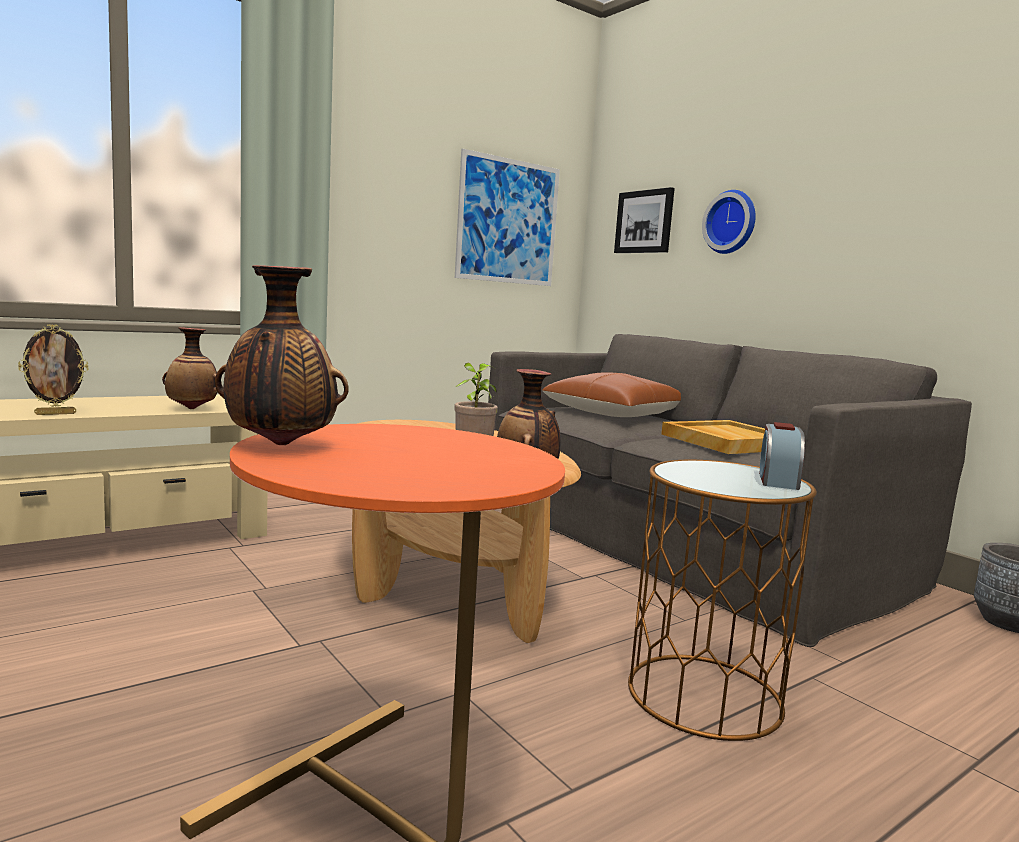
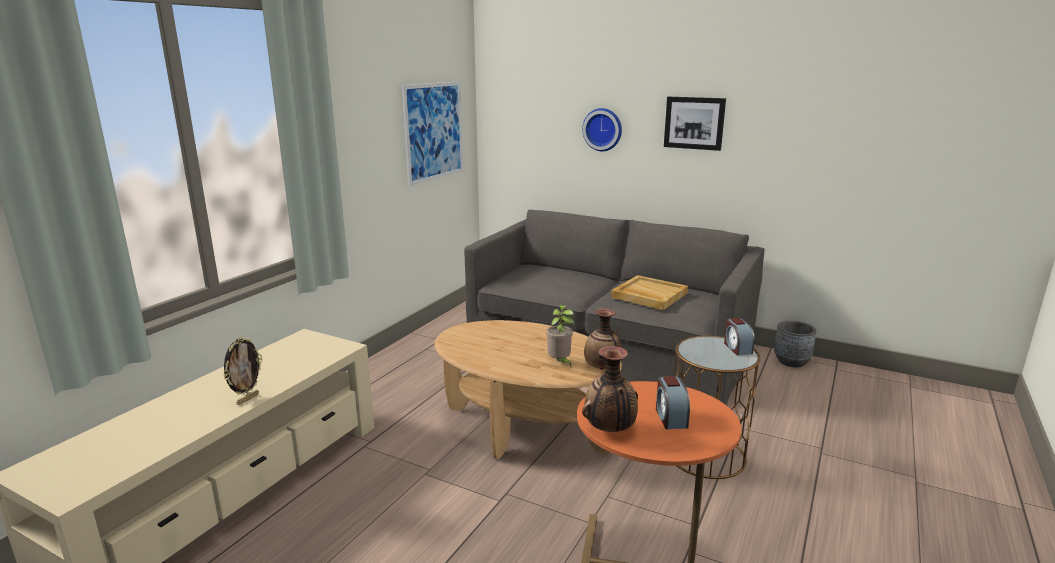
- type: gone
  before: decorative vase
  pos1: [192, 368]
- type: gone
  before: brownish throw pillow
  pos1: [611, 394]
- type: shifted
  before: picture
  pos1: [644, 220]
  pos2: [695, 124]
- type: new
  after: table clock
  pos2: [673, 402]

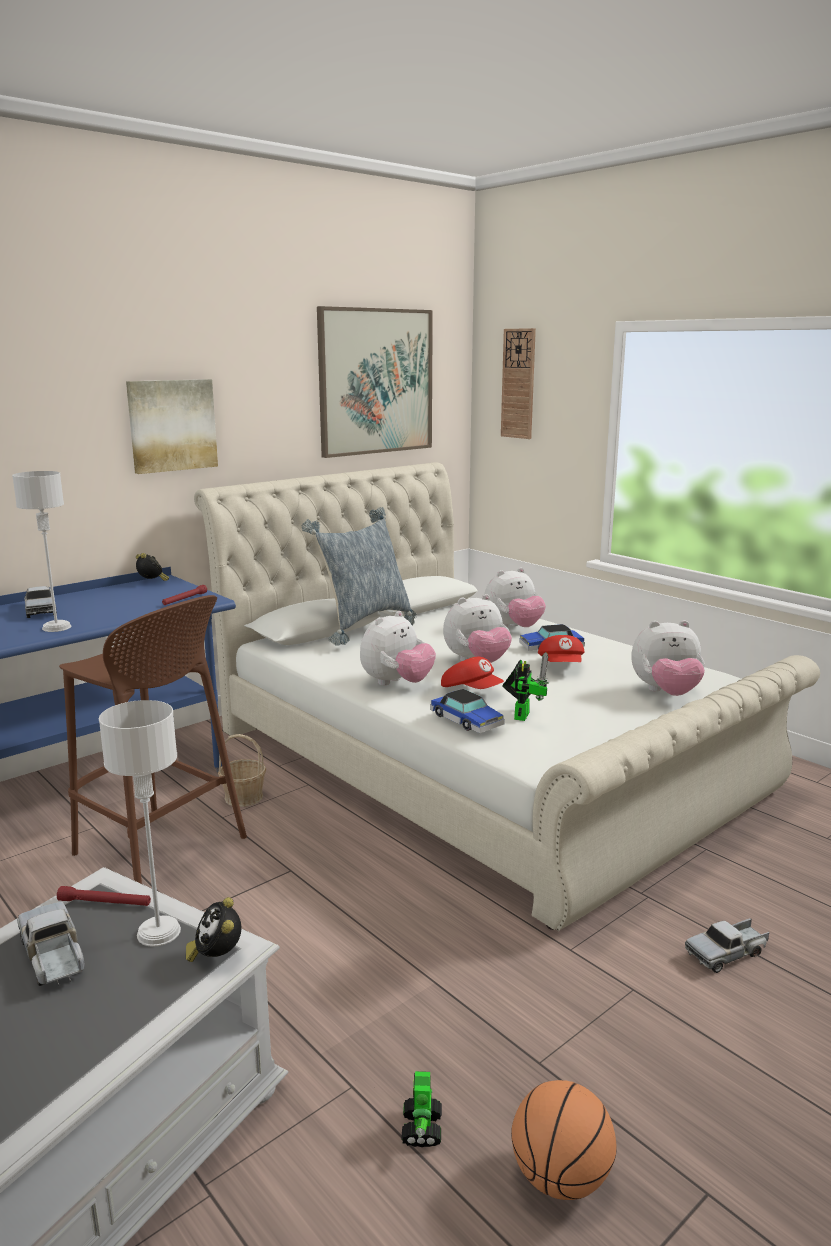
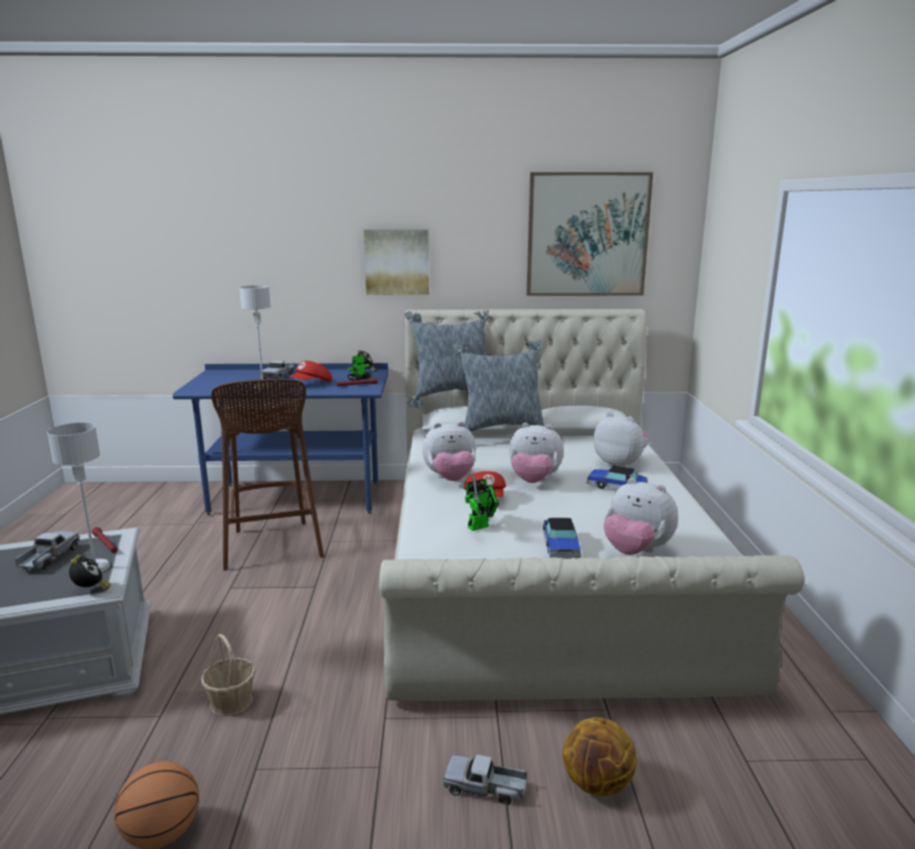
- type: rotated
  before: table clock
  pos1: [213, 929]
  pos2: [90, 572]
  turn: 135
- type: shifted
  before: household basket
  pos1: [242, 770]
  pos2: [228, 675]
- type: shifted
  before: model robot
  pos1: [421, 1109]
  pos2: [358, 368]
- type: shifted
  before: toy car
  pos1: [467, 711]
  pos2: [562, 538]
- type: rotated
  before: soft toy
  pos1: [515, 597]
  pos2: [621, 440]
  turn: -150
- type: gone
  before: clock on the wall
  pos1: [518, 383]
- type: shifted
  before: reddish peaked cap
  pos1: [561, 648]
  pos2: [310, 371]
- type: new
  after: throw pillow
  pos2: [447, 359]
- type: new
  after: basketball
  pos2: [599, 756]

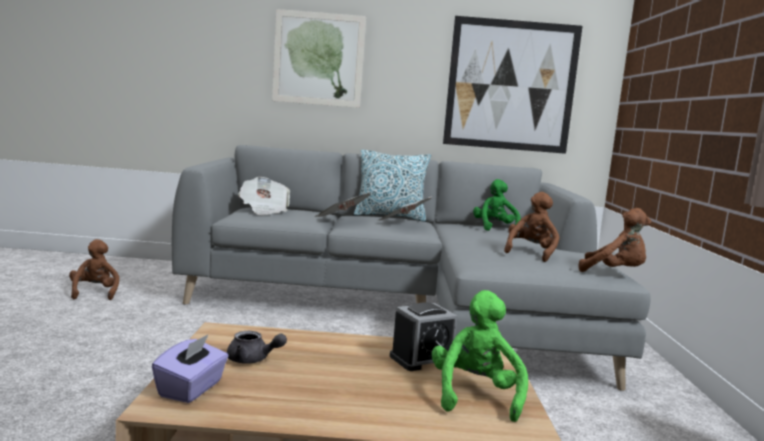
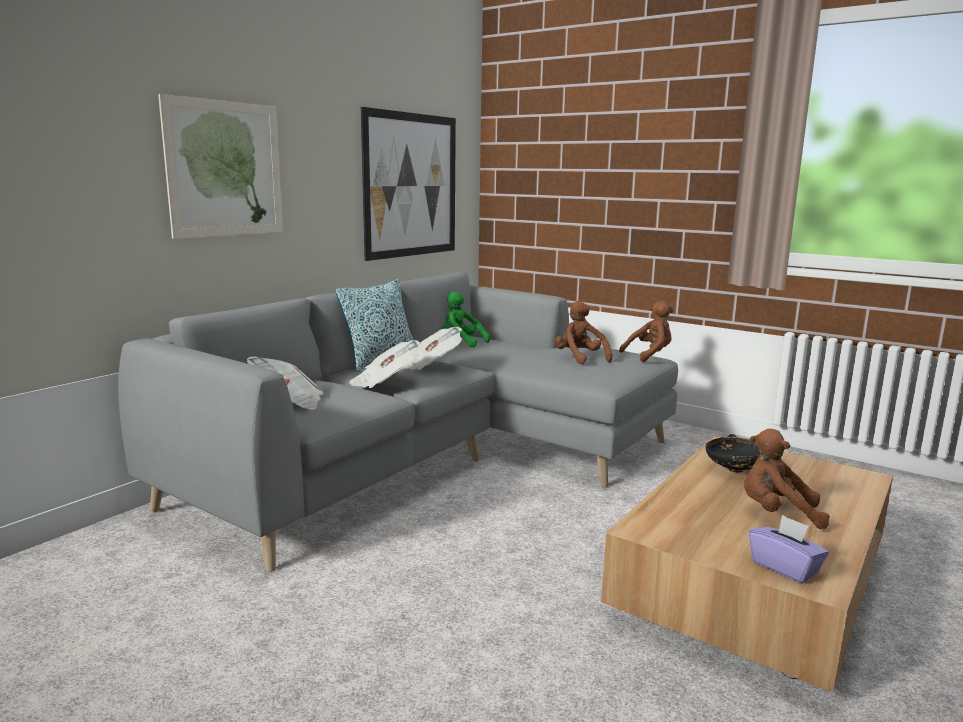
- type: shifted
  before: brownish soft toy
  pos1: [94, 269]
  pos2: [786, 479]
- type: gone
  before: grey teapot
  pos1: [257, 347]
- type: swapped
  before: table clock
  after: blackish serving bowl
  pos1: [424, 337]
  pos2: [733, 453]
- type: gone
  before: green-coloured soft toy
  pos1: [480, 356]

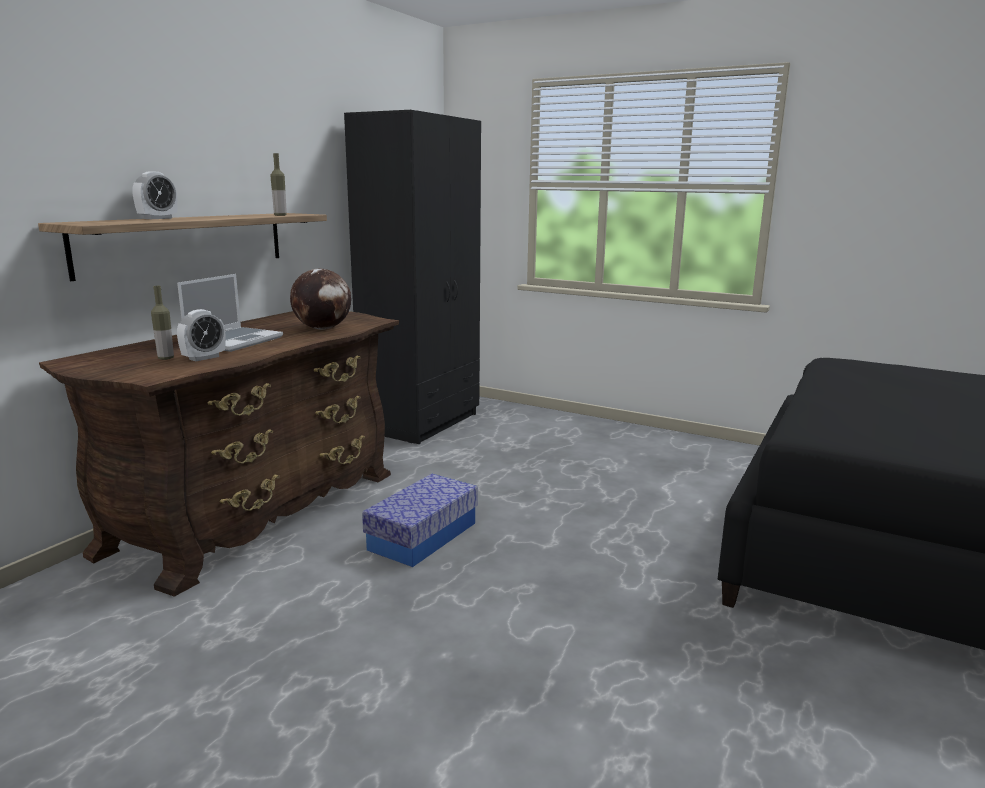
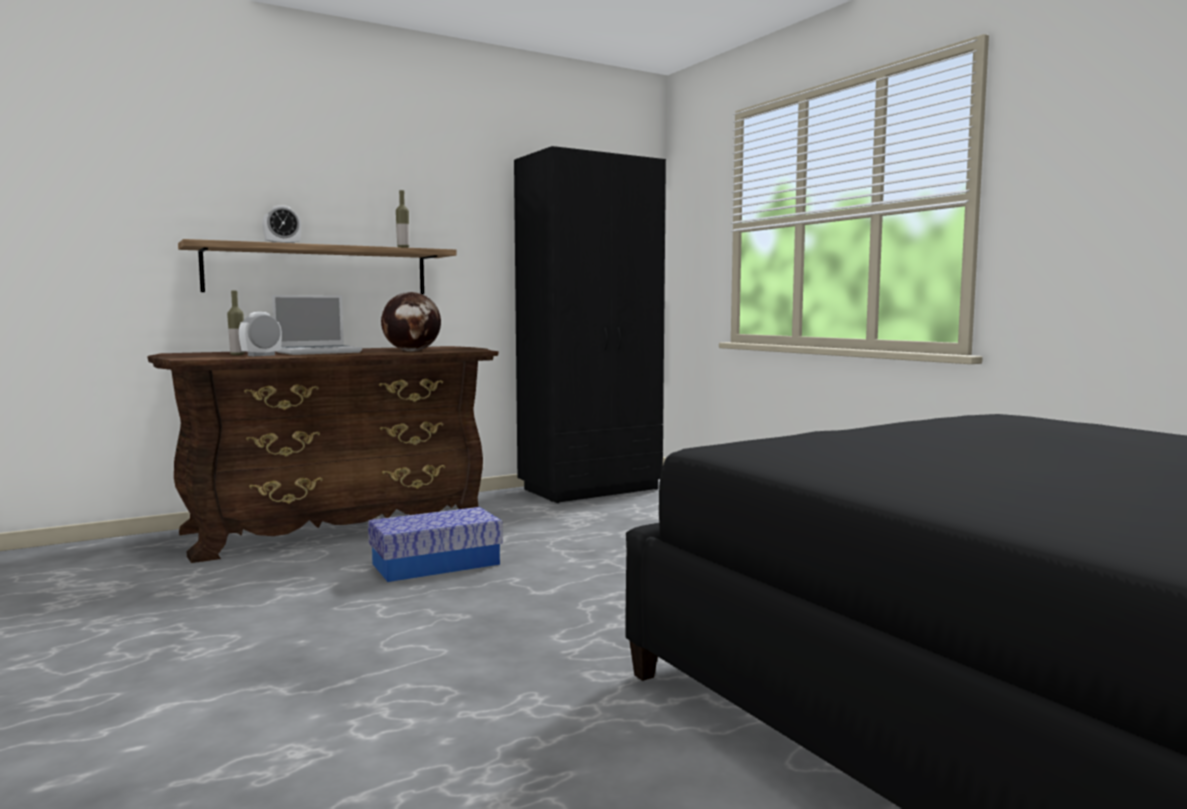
- type: rotated
  before: table clock
  pos1: [201, 335]
  pos2: [260, 334]
  turn: 150

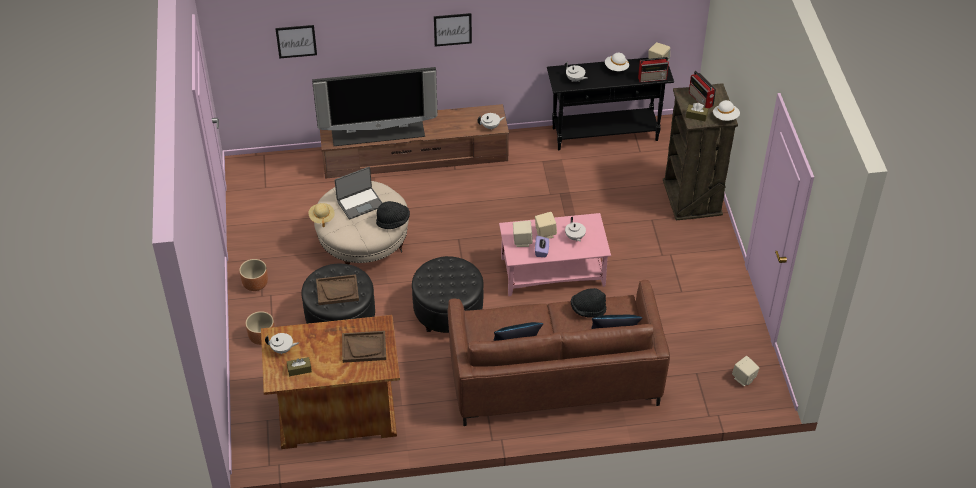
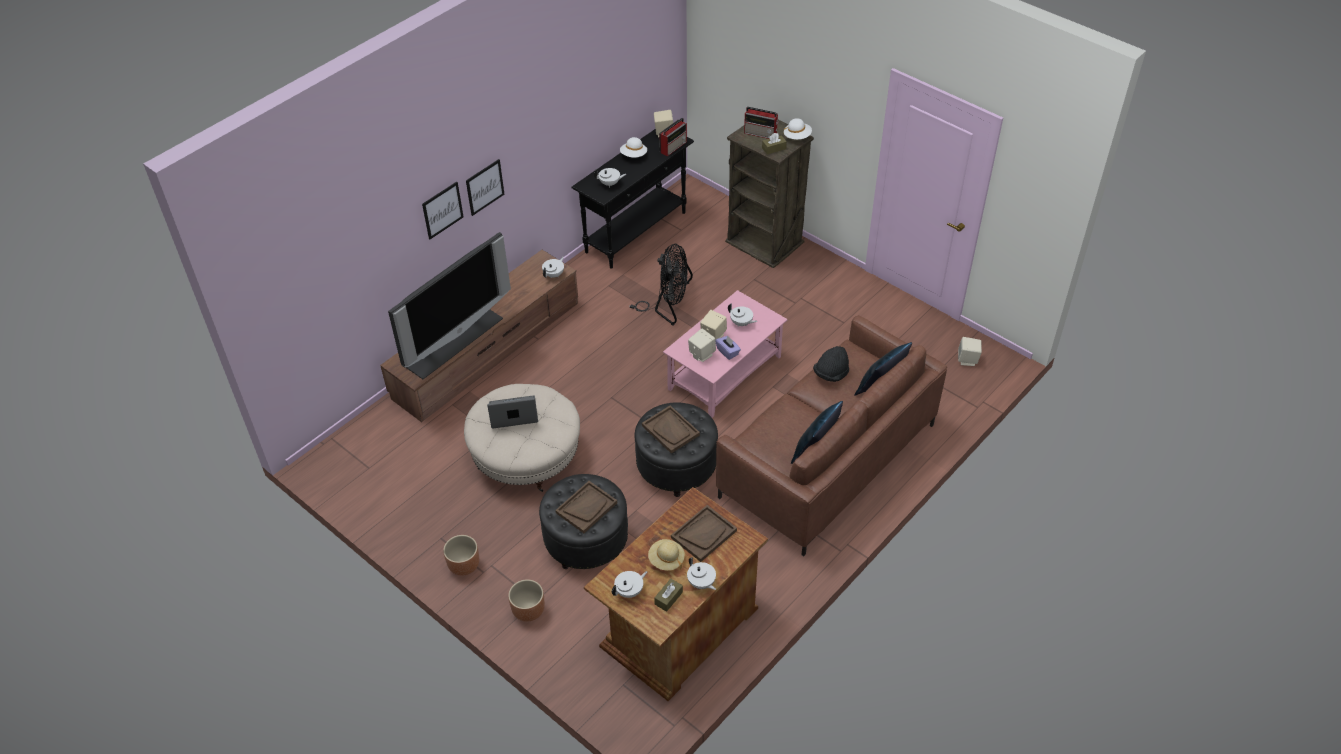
- type: shifted
  before: picture
  pos1: [296, 42]
  pos2: [442, 210]
- type: shifted
  before: beige wearable hat
  pos1: [322, 215]
  pos2: [666, 555]
- type: rotated
  before: laptop
  pos1: [358, 193]
  pos2: [512, 412]
  turn: -120
- type: gone
  before: blackish wearable hat
  pos1: [393, 215]
- type: new
  after: blackish cooling fan
  pos2: [661, 285]
- type: new
  after: brownish tray
  pos2: [671, 429]
- type: new
  after: whitish teapot
  pos2: [701, 573]

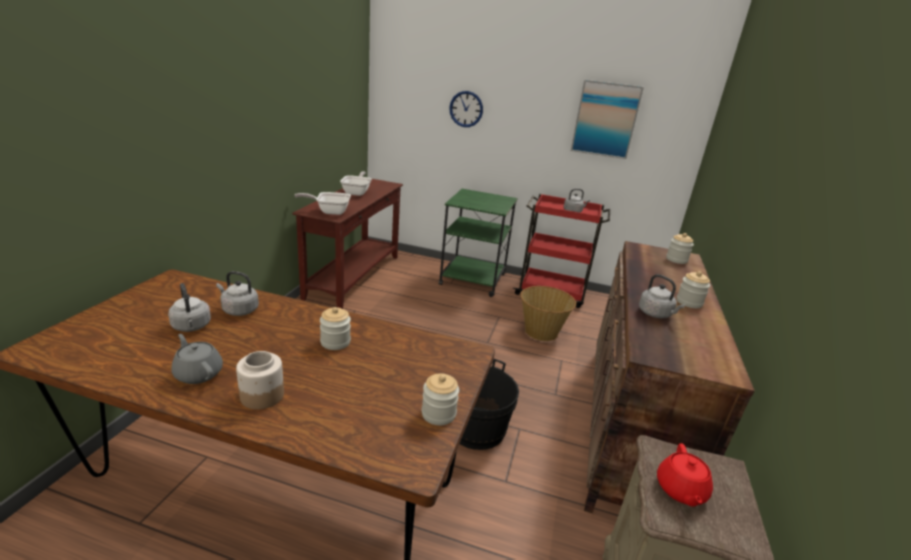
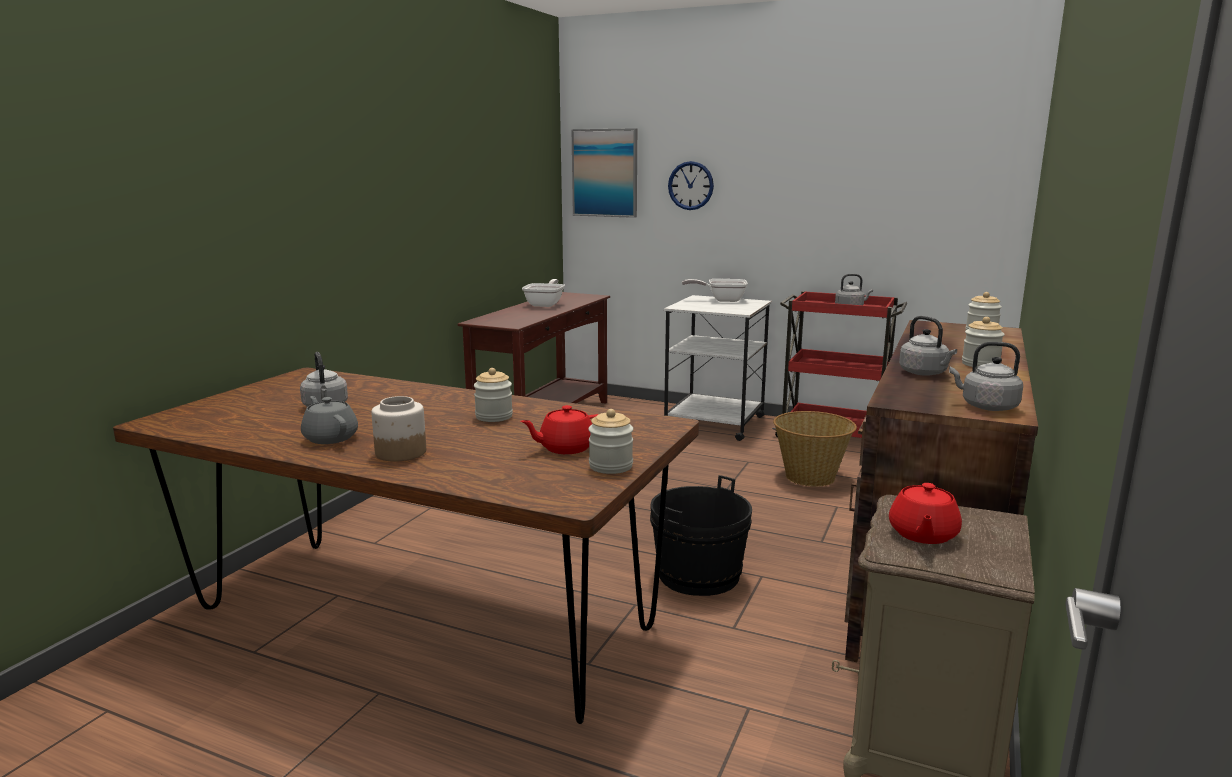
- type: shifted
  before: grey tea kettle
  pos1: [237, 293]
  pos2: [986, 376]
- type: shifted
  before: skillet
  pos1: [322, 203]
  pos2: [715, 290]
- type: repainted
  before: green-coloured wheeled cart
  after: whitish wheeled cart
  pos1: [478, 243]
  pos2: [718, 368]
- type: shifted
  before: picture
  pos1: [607, 119]
  pos2: [604, 173]
- type: new
  after: reddish teapot
  pos2: [559, 429]

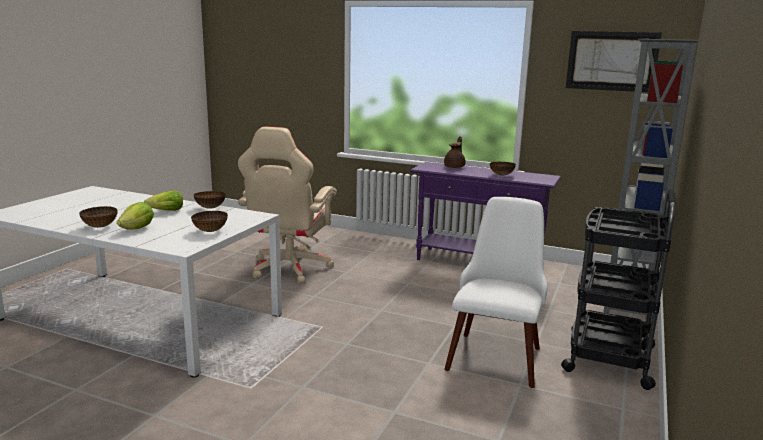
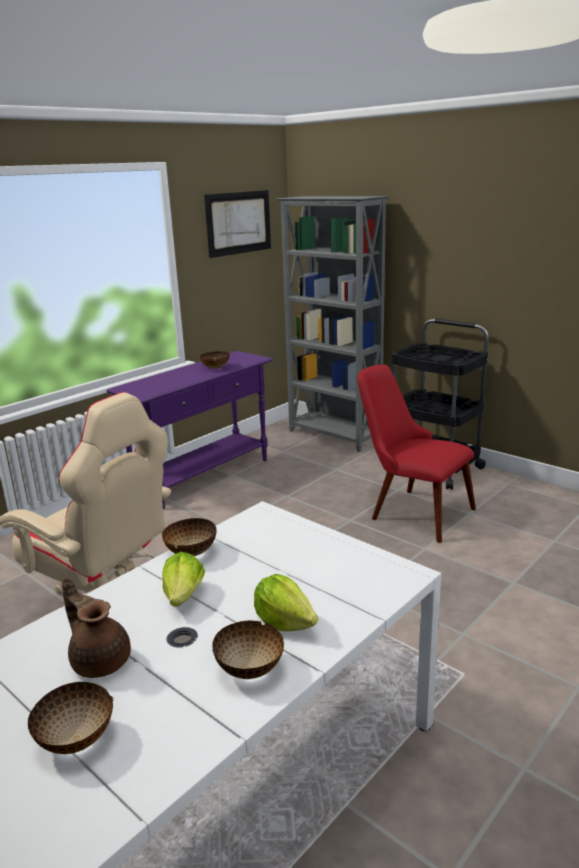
- type: shifted
  before: serving bowl
  pos1: [209, 221]
  pos2: [70, 718]
- type: shifted
  before: brownish teapot
  pos1: [455, 152]
  pos2: [96, 627]
- type: repainted
  before: whitish chair
  after: reddish chair
  pos1: [496, 292]
  pos2: [416, 453]

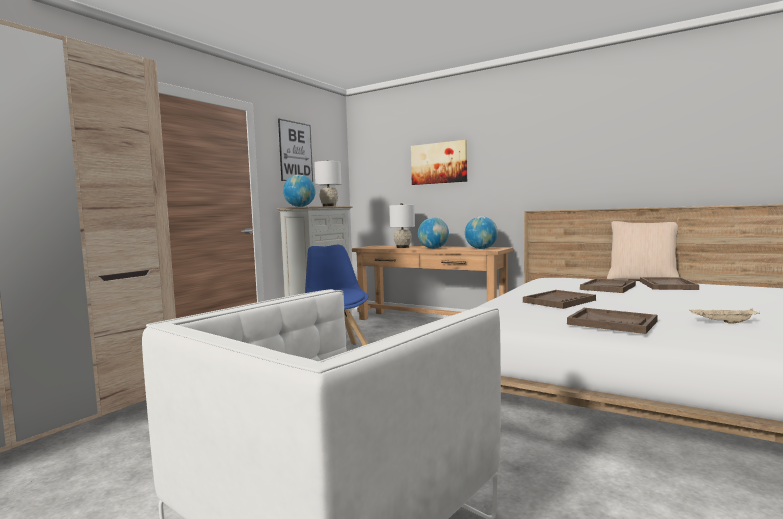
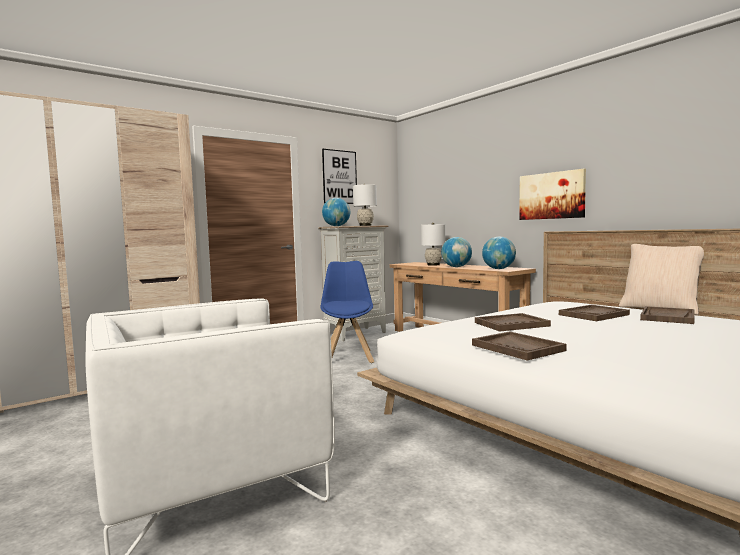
- type: shifted
  before: picture
  pos1: [439, 162]
  pos2: [552, 194]
- type: gone
  before: beige tray
  pos1: [724, 316]

